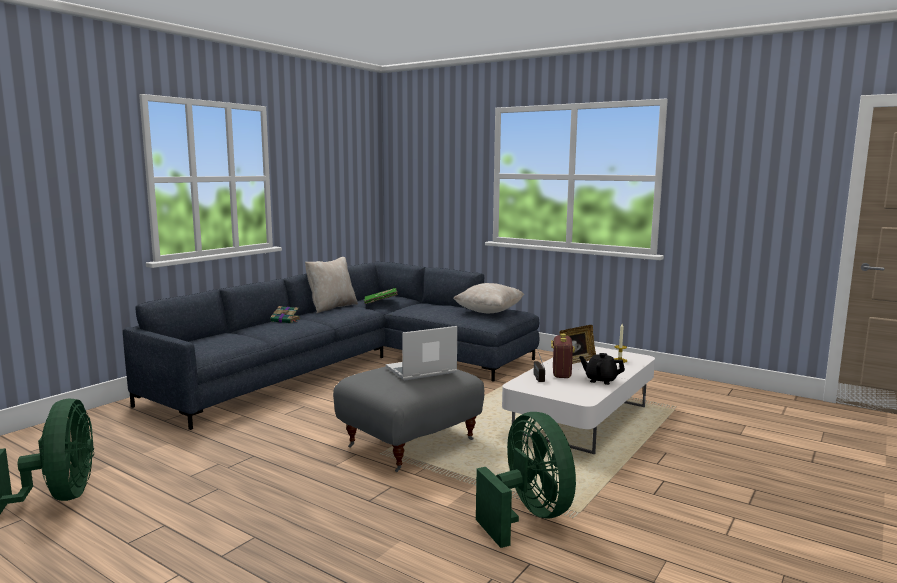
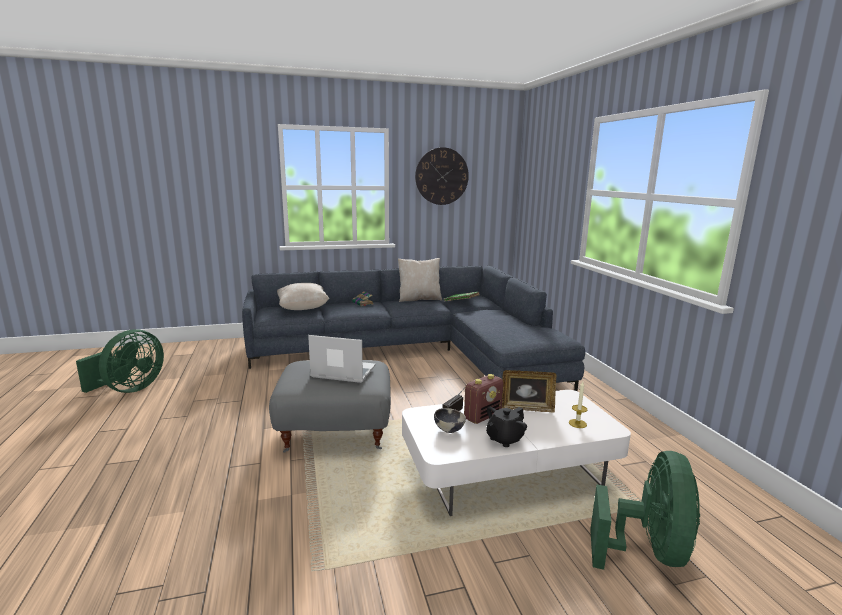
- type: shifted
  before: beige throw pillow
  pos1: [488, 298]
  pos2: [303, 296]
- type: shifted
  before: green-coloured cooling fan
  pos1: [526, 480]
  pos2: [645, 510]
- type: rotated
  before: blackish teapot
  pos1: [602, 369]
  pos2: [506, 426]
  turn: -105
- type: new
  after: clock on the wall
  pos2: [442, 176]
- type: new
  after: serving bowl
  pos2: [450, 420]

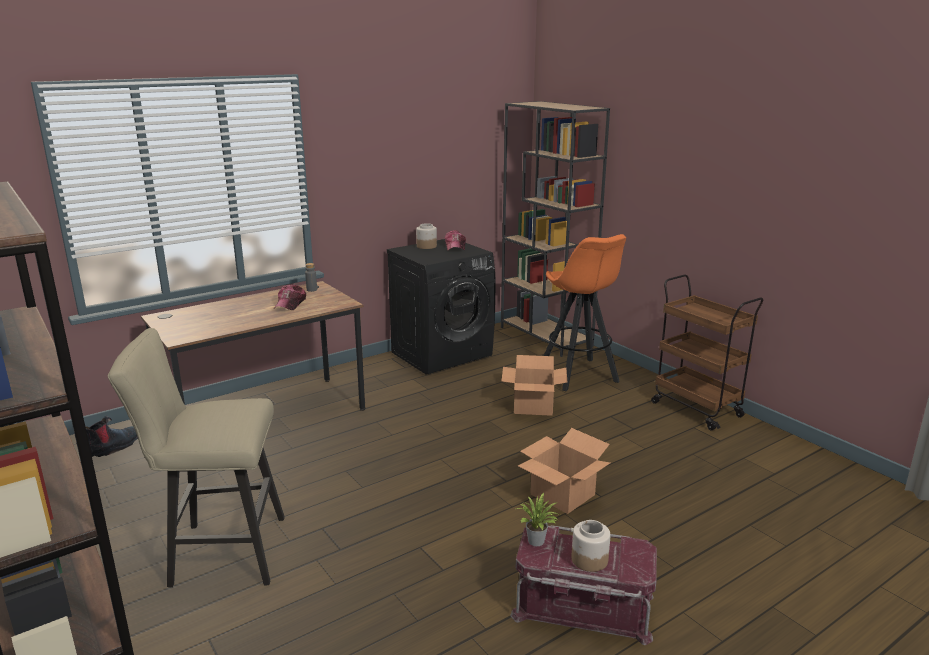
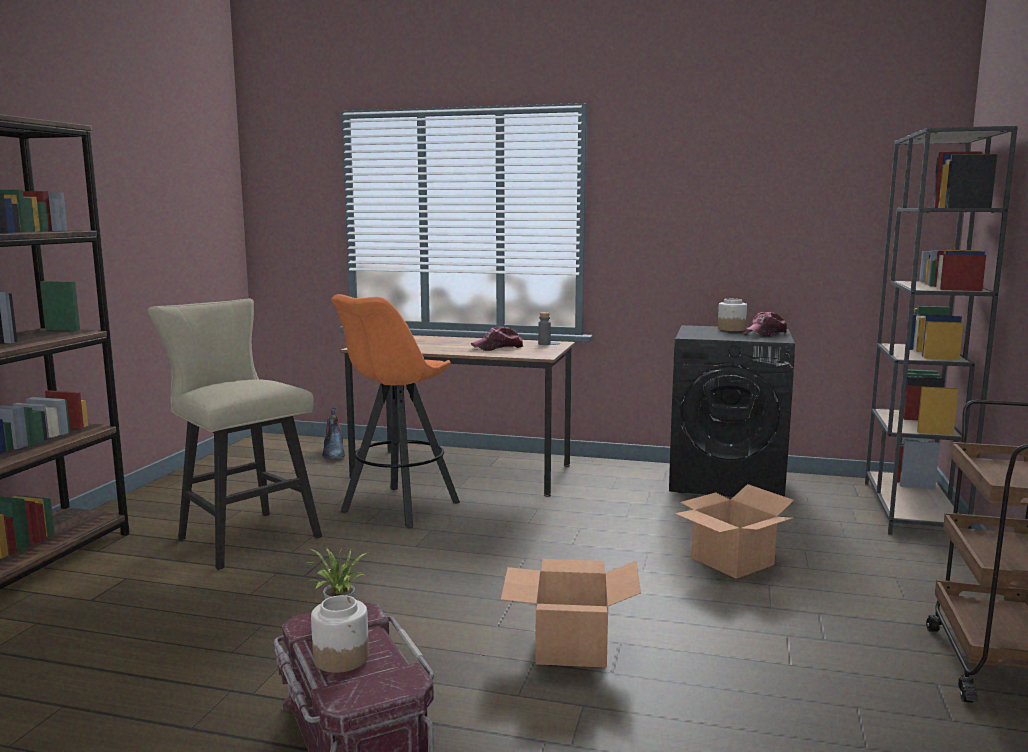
- type: rotated
  before: tall boot
  pos1: [111, 436]
  pos2: [333, 433]
  turn: 90
- type: shifted
  before: orange sitting stool
  pos1: [585, 312]
  pos2: [395, 411]

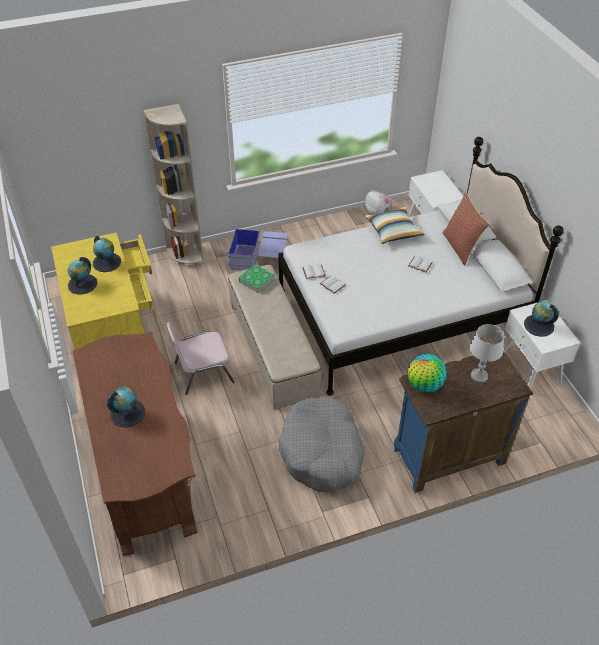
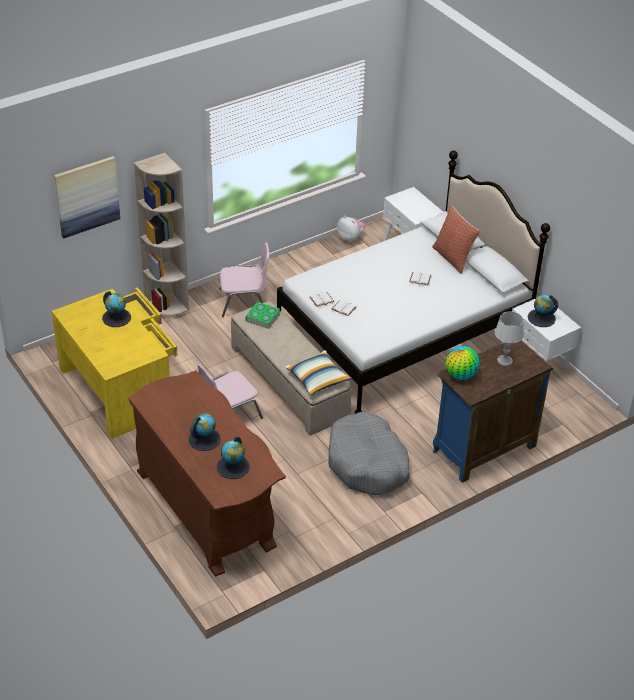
- type: shifted
  before: desk globe
  pos1: [82, 276]
  pos2: [233, 458]
- type: swapped
  before: blue storage bin
  after: pink-coloured chair
  pos1: [257, 248]
  pos2: [244, 279]
- type: shifted
  before: throw pillow
  pos1: [395, 225]
  pos2: [318, 373]
- type: new
  after: picture
  pos2: [87, 197]

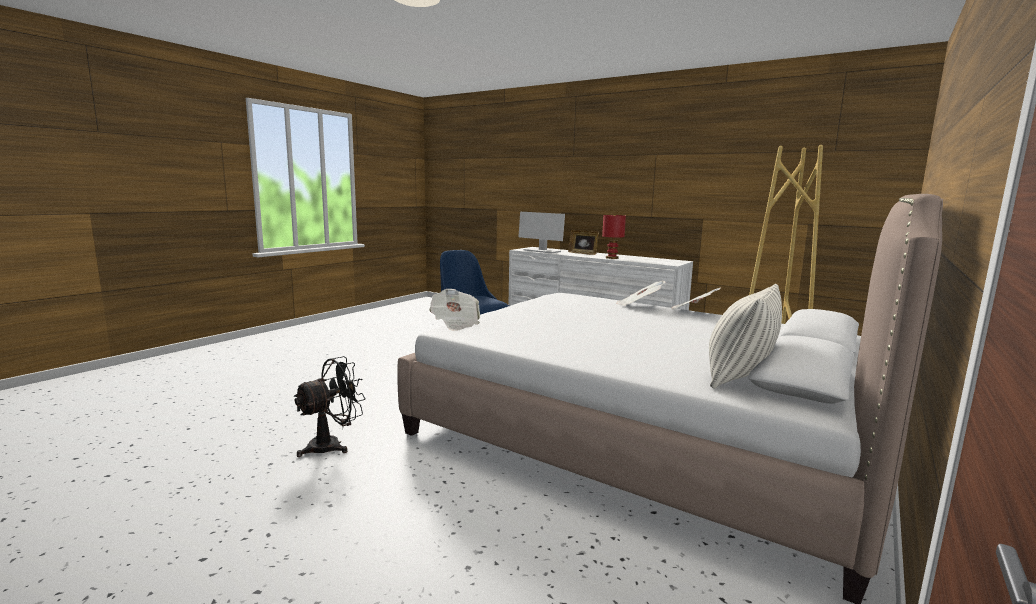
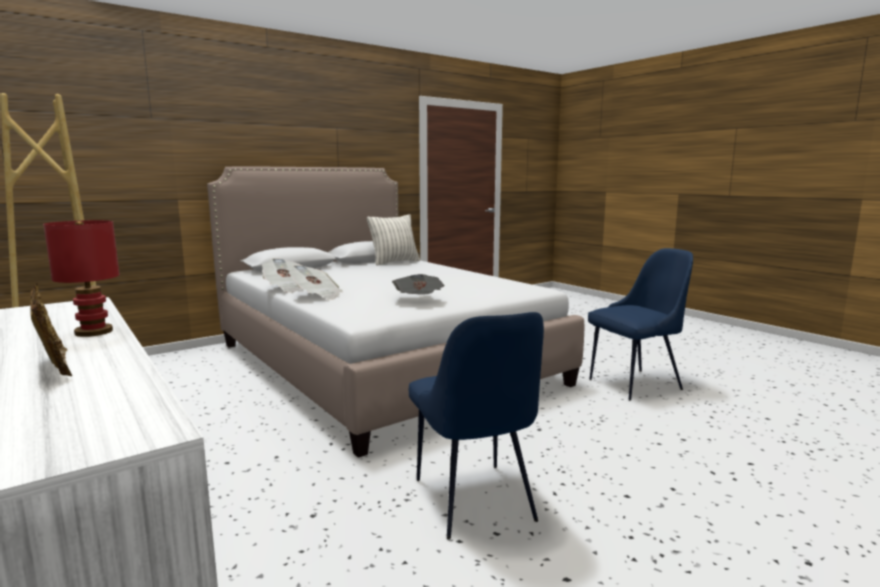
- type: swapped
  before: blackish cooling fan
  after: blue chair
  pos1: [330, 406]
  pos2: [640, 324]
- type: shifted
  before: printed paper
  pos1: [454, 310]
  pos2: [418, 284]
- type: gone
  before: computer screen
  pos1: [541, 233]

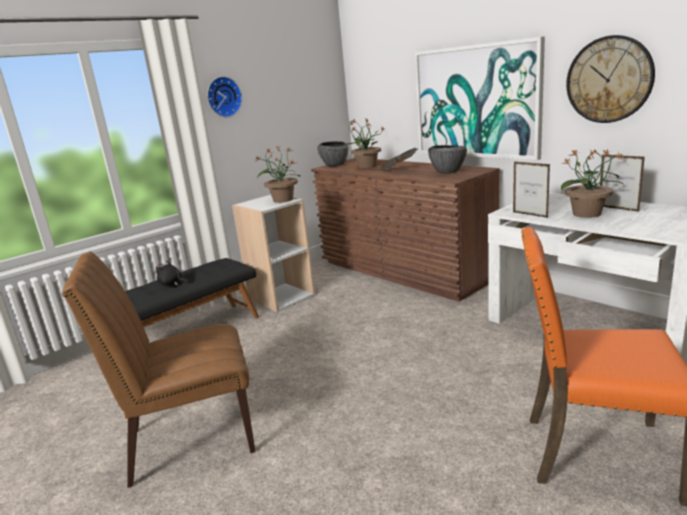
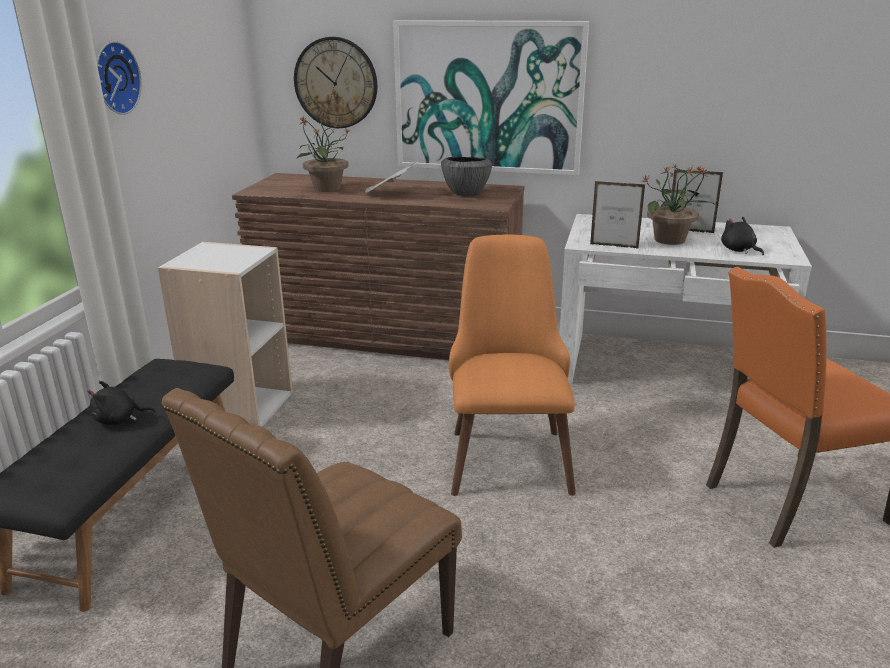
- type: gone
  before: plant in a pot
  pos1: [277, 175]
- type: gone
  before: serving bowl
  pos1: [332, 153]
- type: shifted
  before: clock on the wall
  pos1: [610, 79]
  pos2: [335, 82]
- type: new
  after: orange chair
  pos2: [512, 365]
- type: new
  after: blackish soft toy
  pos2: [742, 236]

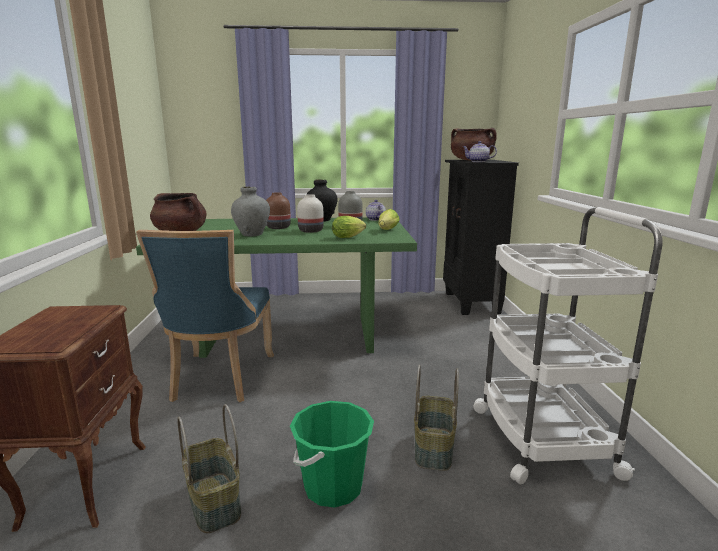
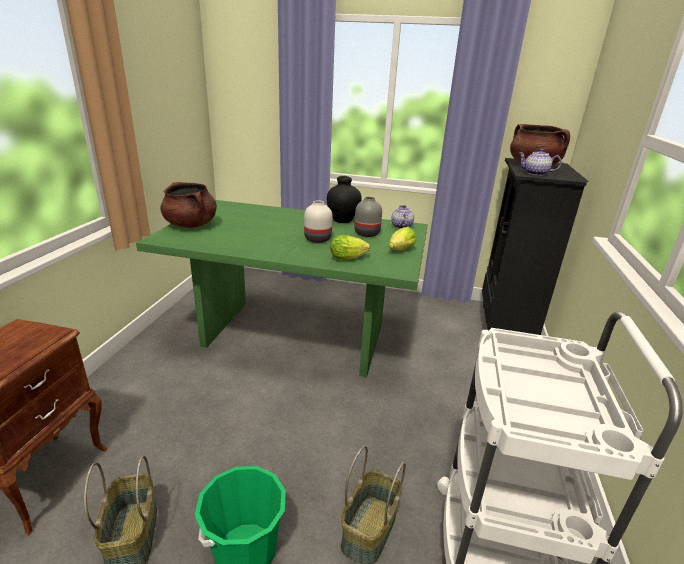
- type: gone
  before: blue chair
  pos1: [205, 316]
- type: gone
  before: grey decorative vase
  pos1: [250, 211]
- type: gone
  before: brownish decorative vase
  pos1: [278, 210]

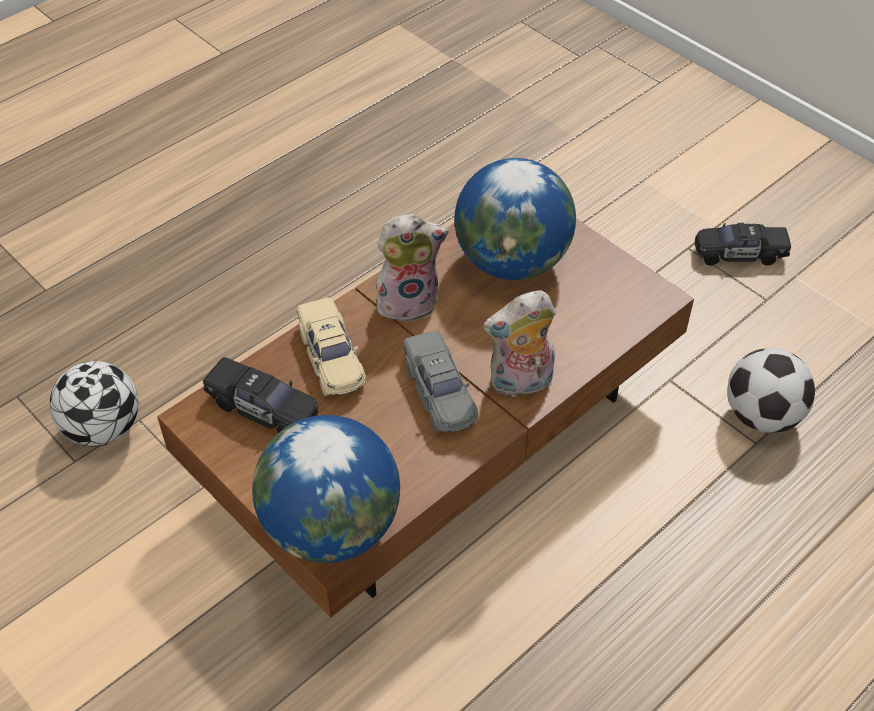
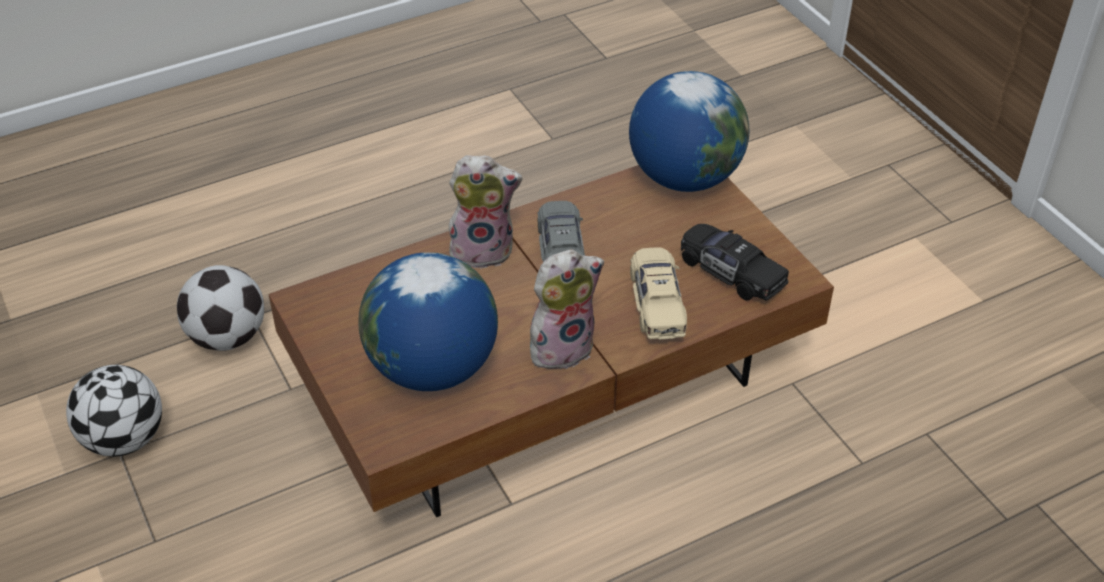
- type: shifted
  before: football ball
  pos1: [94, 404]
  pos2: [114, 411]
- type: rotated
  before: soft toy
  pos1: [412, 268]
  pos2: [567, 309]
  turn: 150
- type: gone
  before: blackish toy car
  pos1: [743, 244]

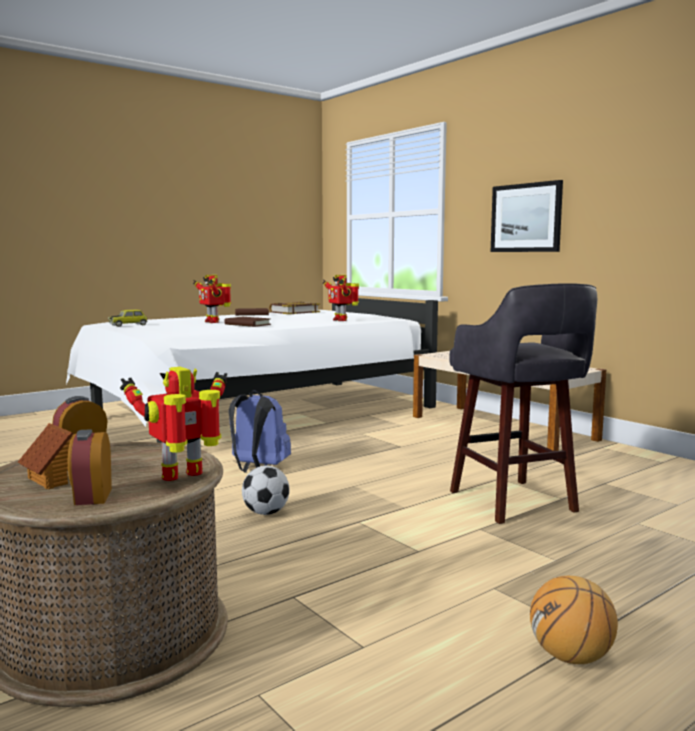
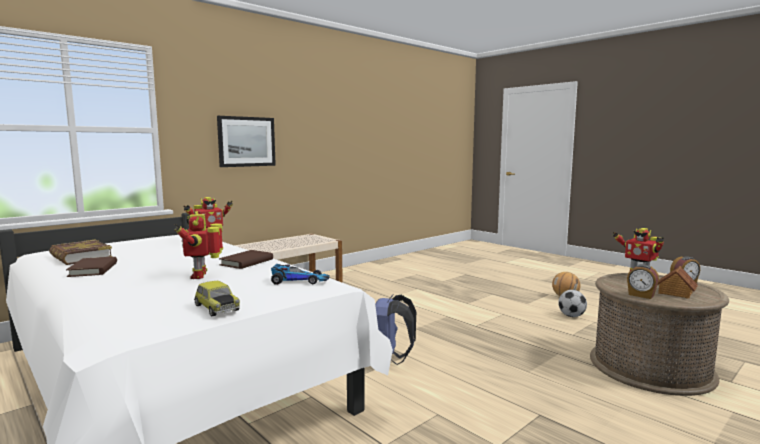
- type: rotated
  before: model robot
  pos1: [212, 299]
  pos2: [198, 246]
  turn: 120
- type: shifted
  before: football ball
  pos1: [265, 490]
  pos2: [572, 303]
- type: gone
  before: grey sitting stool
  pos1: [523, 403]
- type: new
  after: toy car
  pos2: [300, 274]

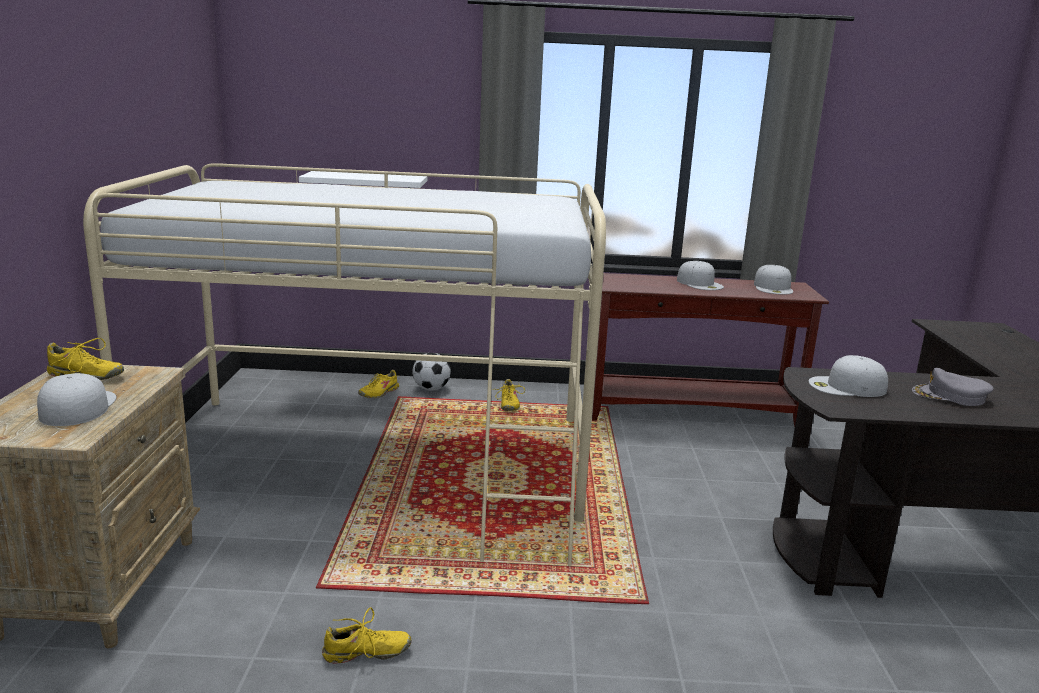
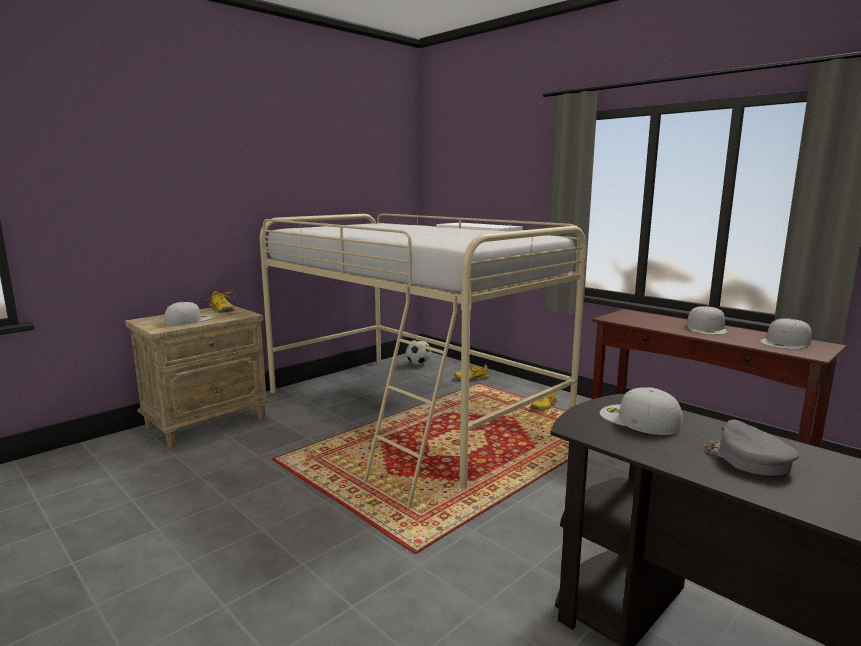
- type: gone
  before: yellowish item of footwear
  pos1: [366, 635]
- type: shifted
  before: football ball
  pos1: [431, 372]
  pos2: [418, 352]

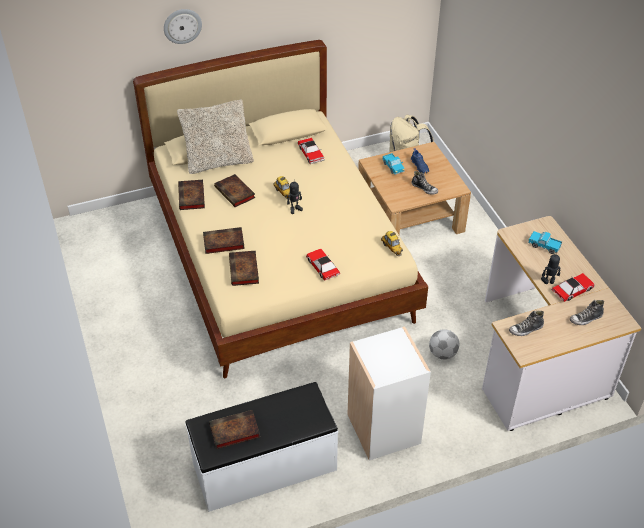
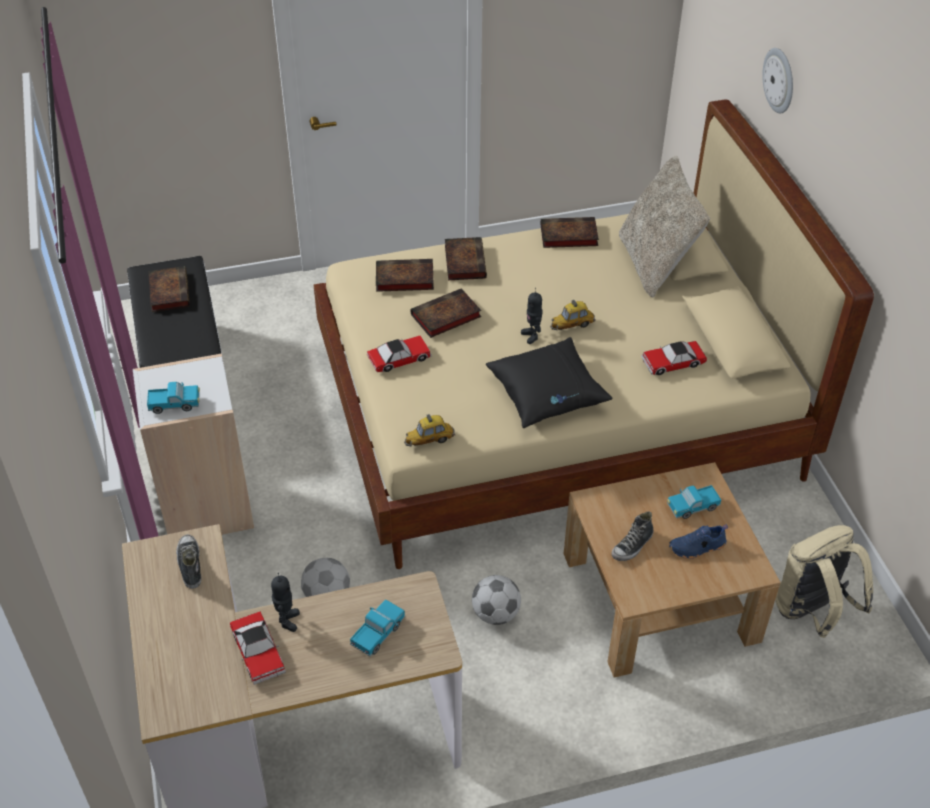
- type: shifted
  before: book
  pos1: [234, 190]
  pos2: [446, 313]
- type: gone
  before: item of footwear
  pos1: [587, 312]
- type: new
  after: toy truck
  pos2: [173, 398]
- type: new
  after: football ball
  pos2: [496, 600]
- type: new
  after: blackish throw pillow
  pos2: [549, 382]

